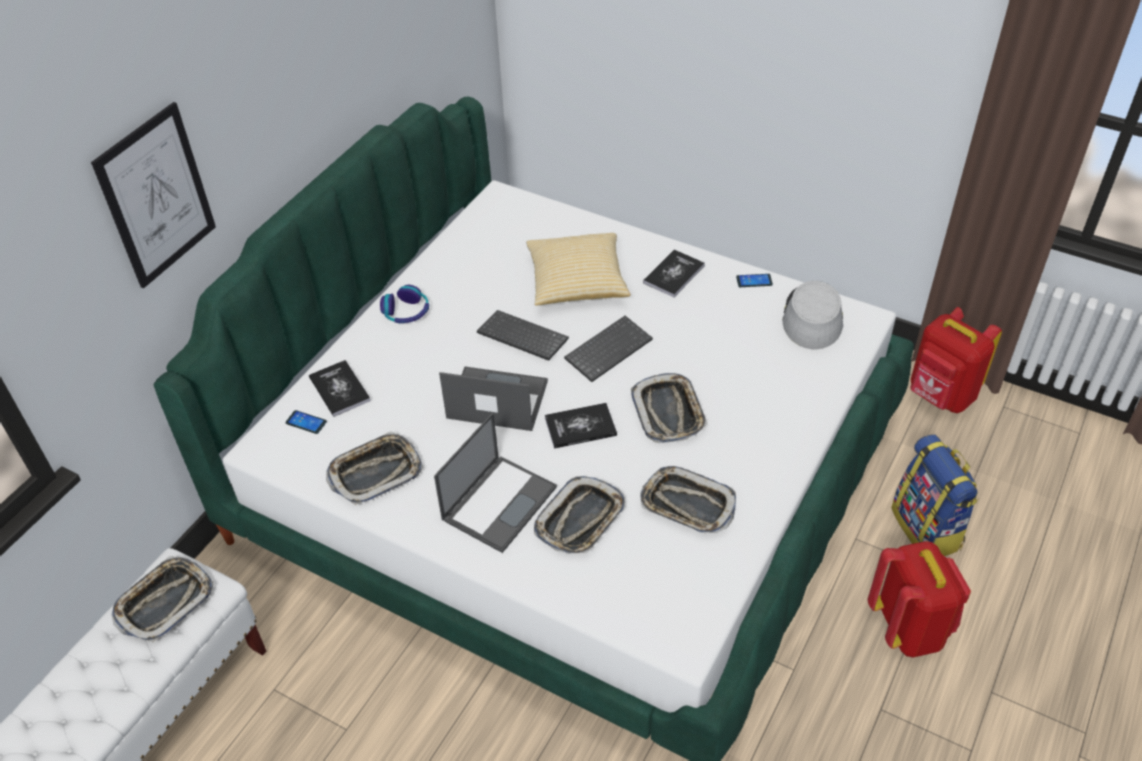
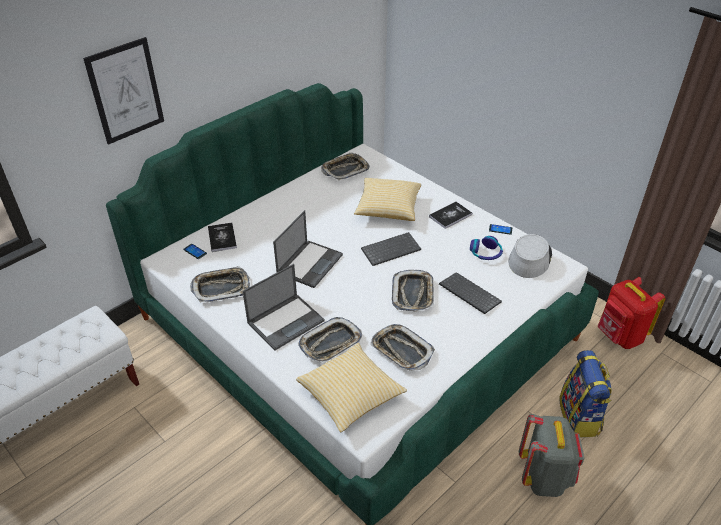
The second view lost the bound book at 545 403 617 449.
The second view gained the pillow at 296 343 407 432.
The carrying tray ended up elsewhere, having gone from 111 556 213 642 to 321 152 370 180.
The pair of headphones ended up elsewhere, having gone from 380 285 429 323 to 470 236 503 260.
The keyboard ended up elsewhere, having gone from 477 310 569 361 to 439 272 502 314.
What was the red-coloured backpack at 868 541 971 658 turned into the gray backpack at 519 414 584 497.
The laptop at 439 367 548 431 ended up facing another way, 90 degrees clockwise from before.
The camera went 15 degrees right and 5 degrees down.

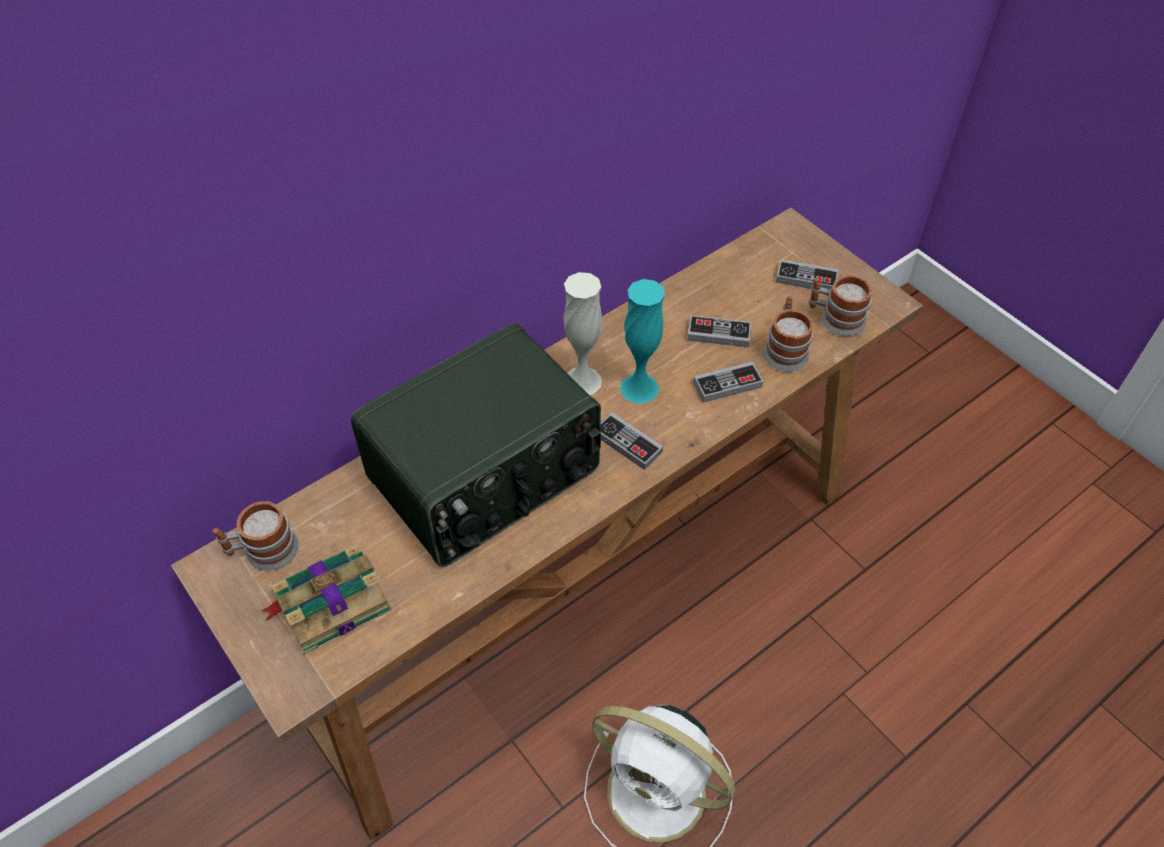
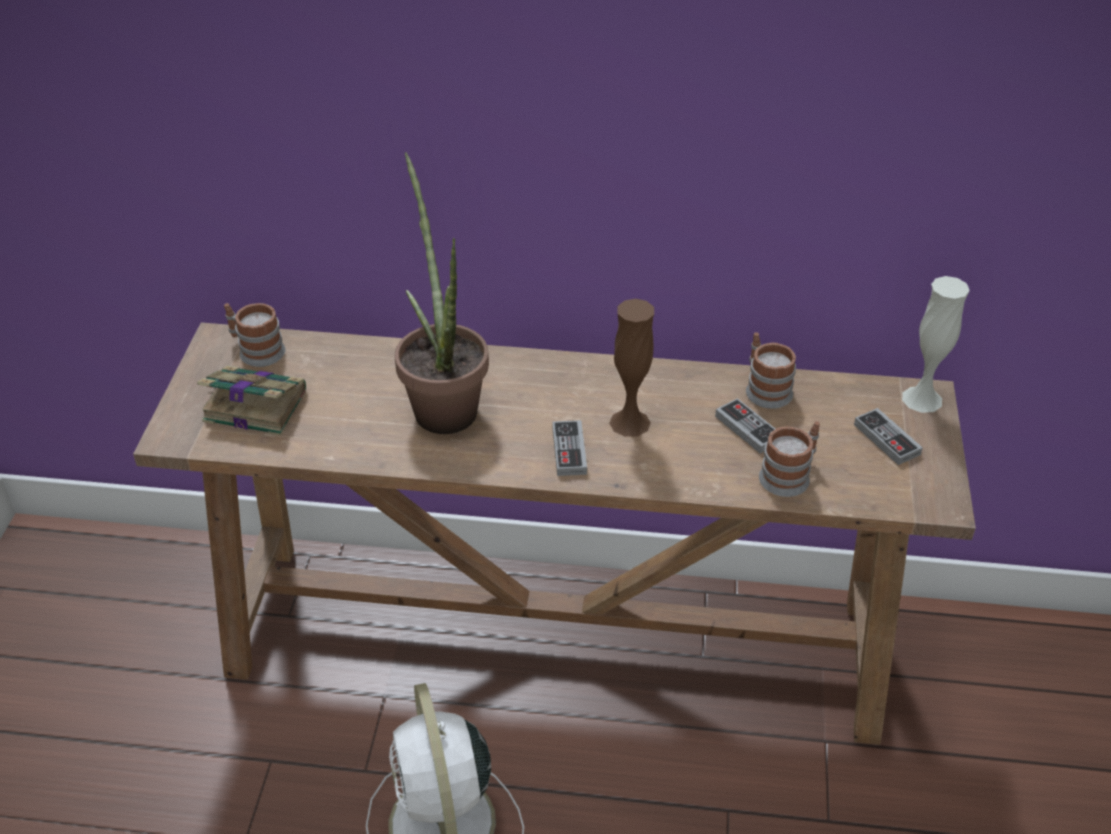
The second view lost the joypad at 693 362 763 403.
The whitish vase ended up elsewhere, having gone from 563 272 602 395 to 902 276 970 413.
The mug ended up elsewhere, having gone from 809 275 872 337 to 746 332 796 409.
Where the radio set stood at 351 323 601 567, the houseplant came to stand at 395 152 489 434.
What was the turquoise vase at 620 279 665 404 turned into the brown-coloured vase at 609 299 654 437.
The camera went 45 degrees right and 10 degrees down.

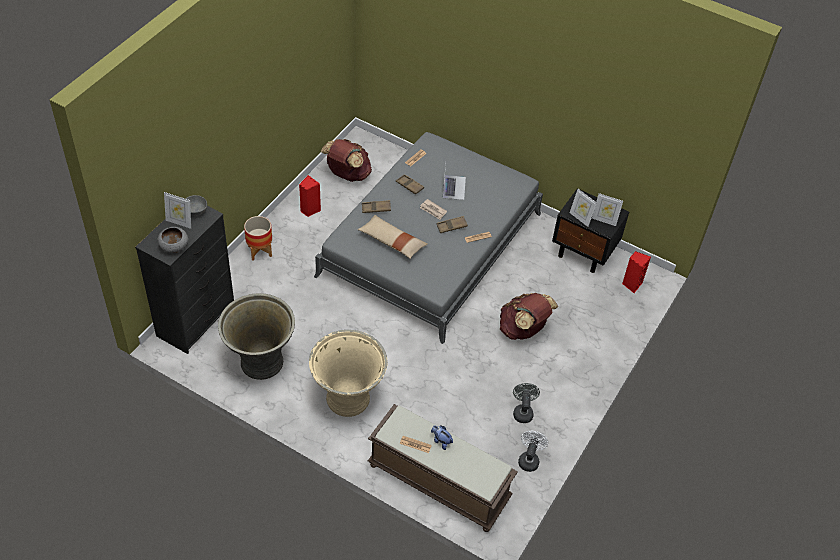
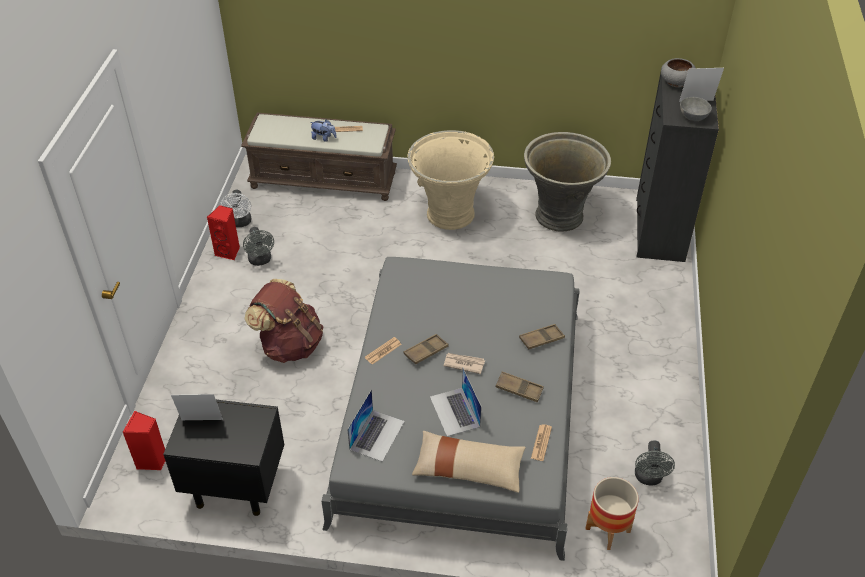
The second view lost the photo frame at 569 189 597 227.
The second view gained the laptop at 347 390 405 462.
The plant pot ended up elsewhere, having gone from 244 216 272 260 to 586 477 639 550.
The red-coloured speaker ended up elsewhere, having gone from 299 175 321 217 to 207 205 240 260.
The beige-coloured pillow ended up elsewhere, having gone from 358 215 428 259 to 412 431 526 493.
Where the brown-coloured backpack stood at 321 139 372 182, the gray fan came to stand at 635 440 675 485.
The camera went 160 degrees right and 5 degrees down.

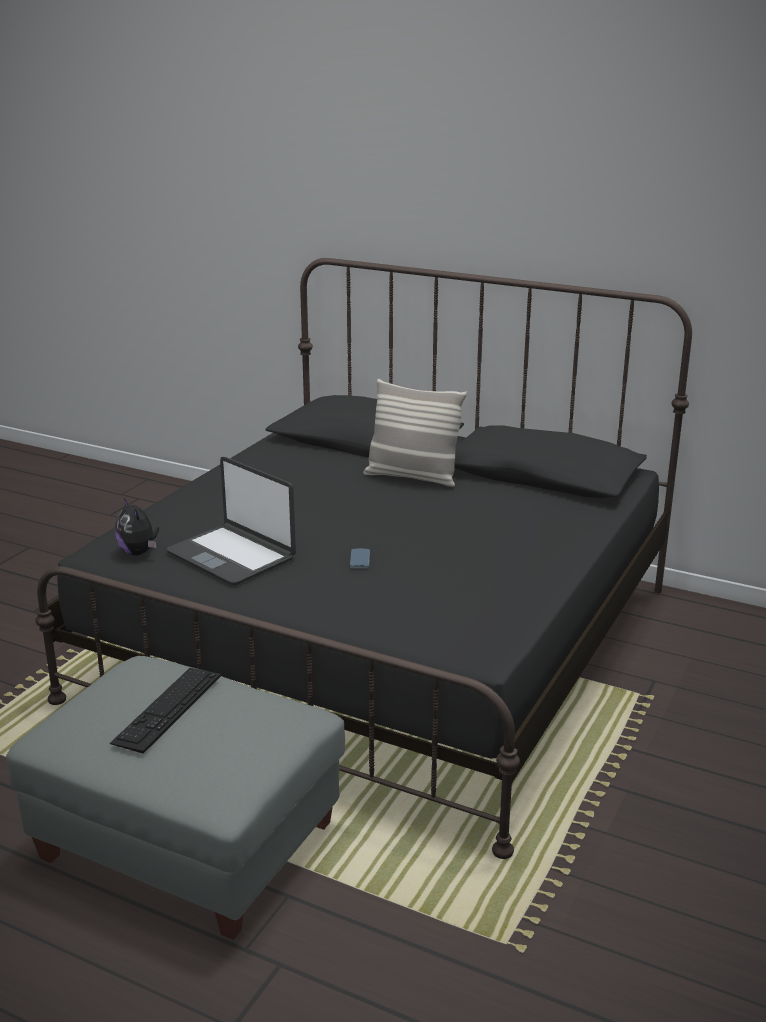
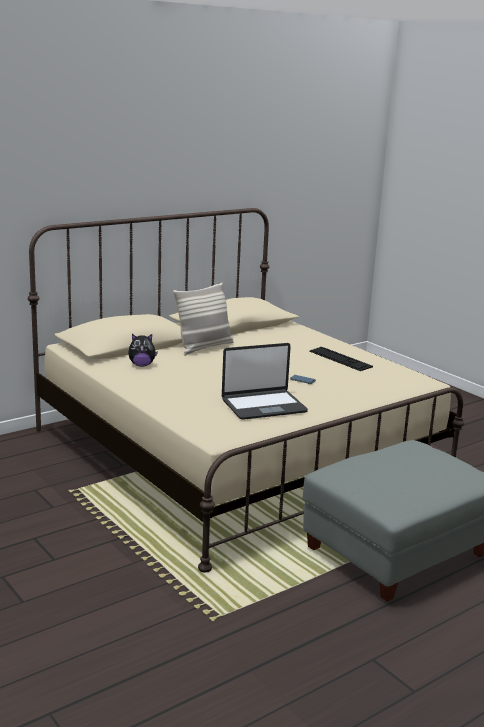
The keyboard ended up elsewhere, having gone from 110 668 221 754 to 309 347 373 371.
The soft toy ended up elsewhere, having gone from 115 498 159 556 to 128 334 158 366.
What was the black sleeping bed at 35 258 692 859 turned into the beige-coloured sleeping bed at 28 208 464 572.
The camera went 65 degrees left and 5 degrees down.

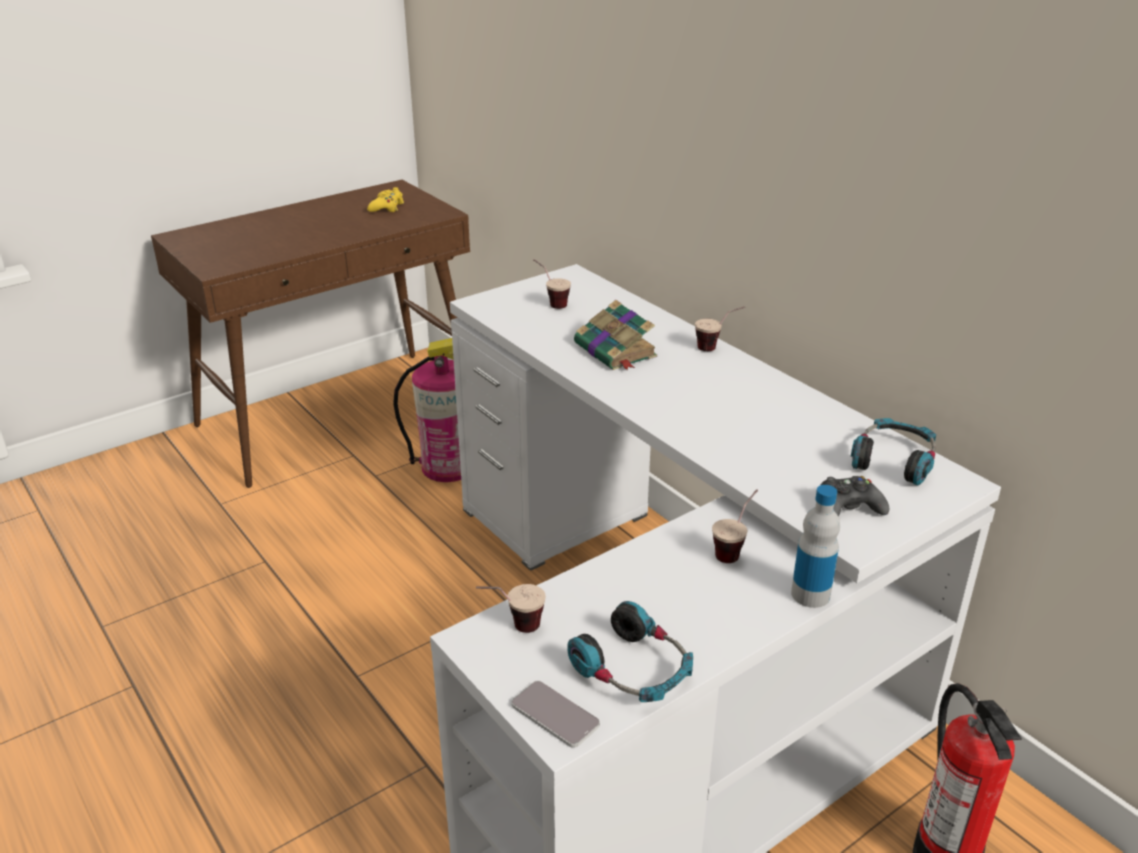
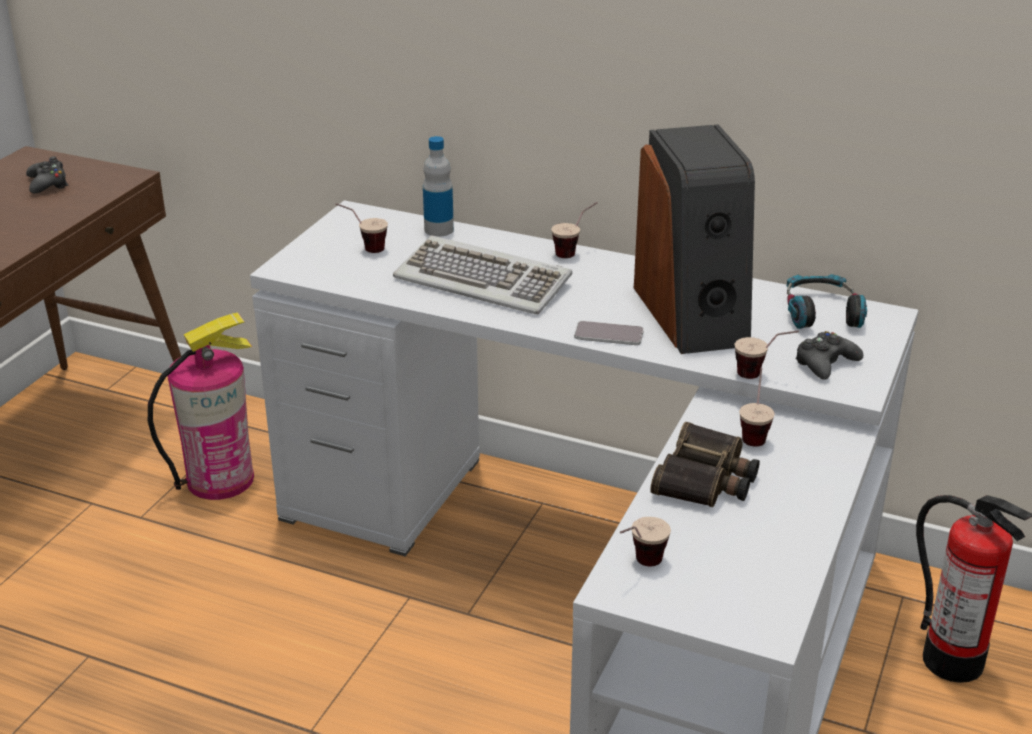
The second view lost the pair of headphones at 567 601 693 702.
The second view gained the speaker at 634 124 755 354.
The second view gained the field glasses at 650 422 760 507.
The second view gained the cup at 734 330 799 379.
The telephone ended up elsewhere, having gone from 511 681 600 748 to 574 321 644 345.
The bottle ended up elsewhere, having gone from 791 485 840 608 to 423 136 454 237.
Where the bound book stood at 574 300 657 370, the keyboard came to stand at 393 235 573 314.
What was the yellowish joypad at 367 187 404 212 turned into the black joypad at 26 156 68 194.
The camera went 30 degrees left and 0 degrees up.

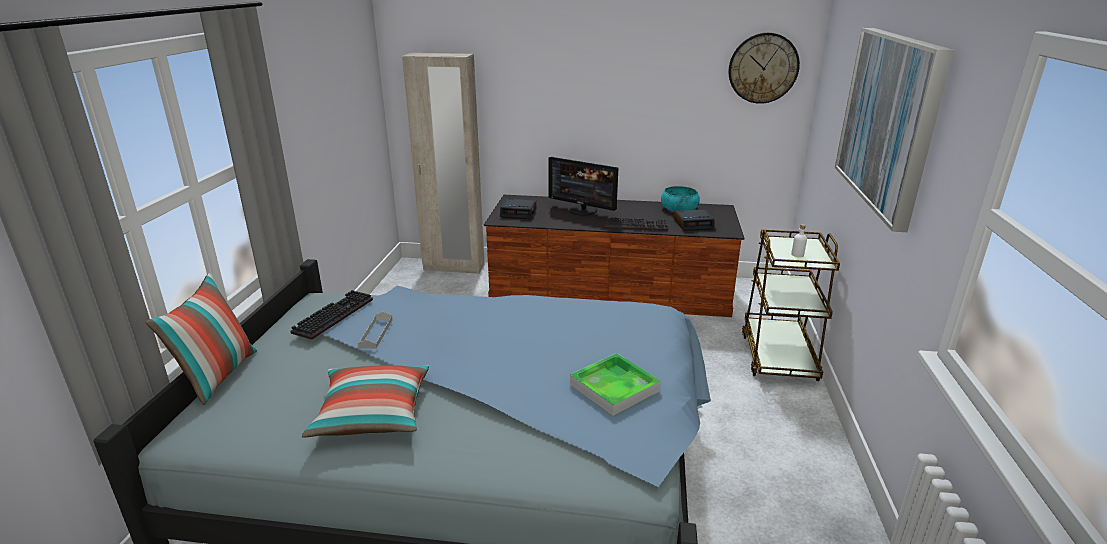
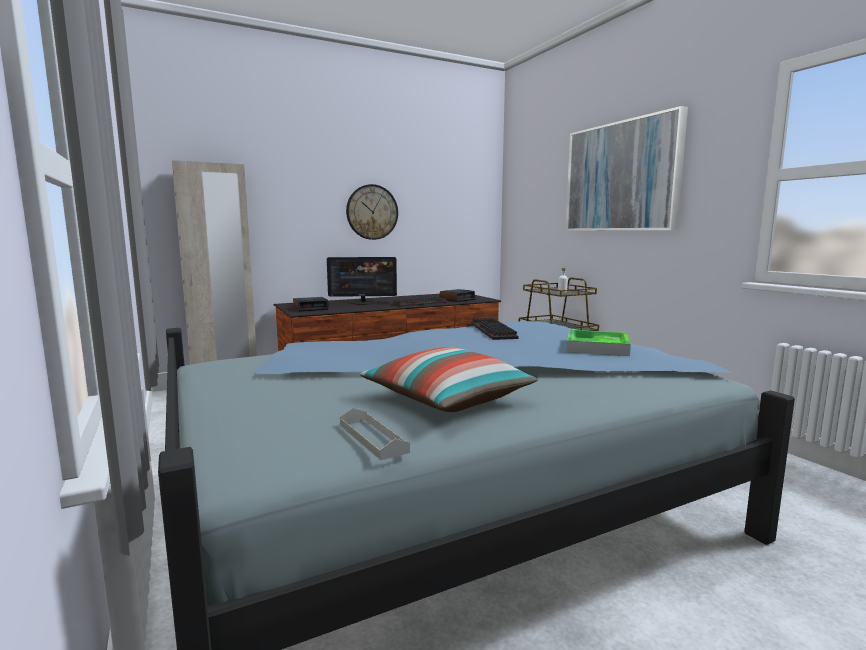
The second view lost the pillow at 145 273 257 405.
The second view lost the turquoise deep dish at 661 186 700 212.
The keyboard ended up elsewhere, having gone from 290 290 373 340 to 471 318 519 340.
The gray carrying tray ended up elsewhere, having gone from 358 312 393 349 to 340 408 410 460.
The wall clock ended up elsewhere, having gone from 729 33 800 104 to 346 184 398 240.
The camera went 35 degrees left and 15 degrees down.

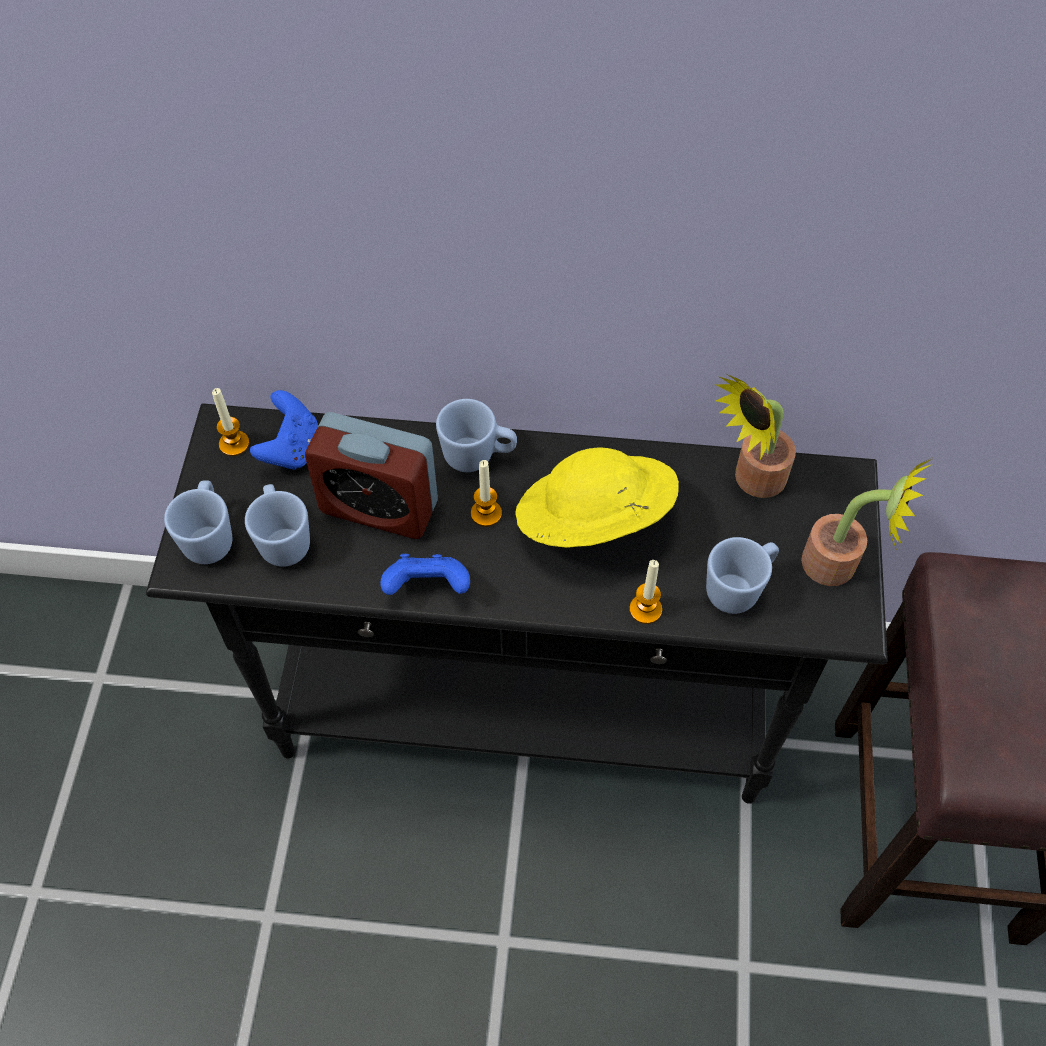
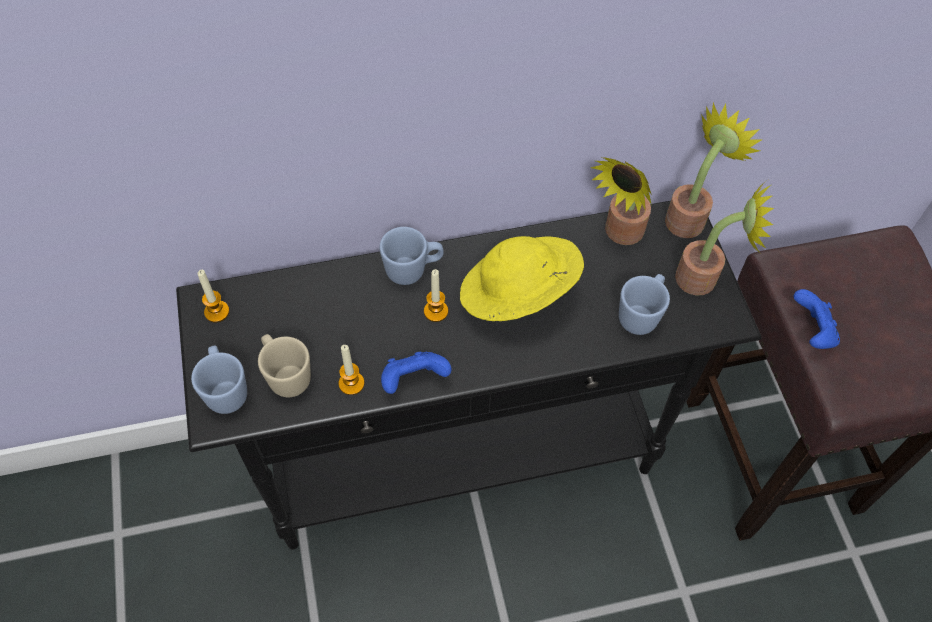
The second view lost the table clock at 305 412 438 539.
The second view gained the houseplant at 665 102 761 238.
The blue-coloured joypad ended up elsewhere, having gone from 250 390 318 470 to 794 289 840 349.
The wax light ended up elsewhere, having gone from 629 560 662 624 to 339 345 365 395.
What was the blue-coloured mug at 245 484 310 567 turned into the beige-coloured mug at 258 334 311 397.
The camera went 20 degrees left and 0 degrees up.

